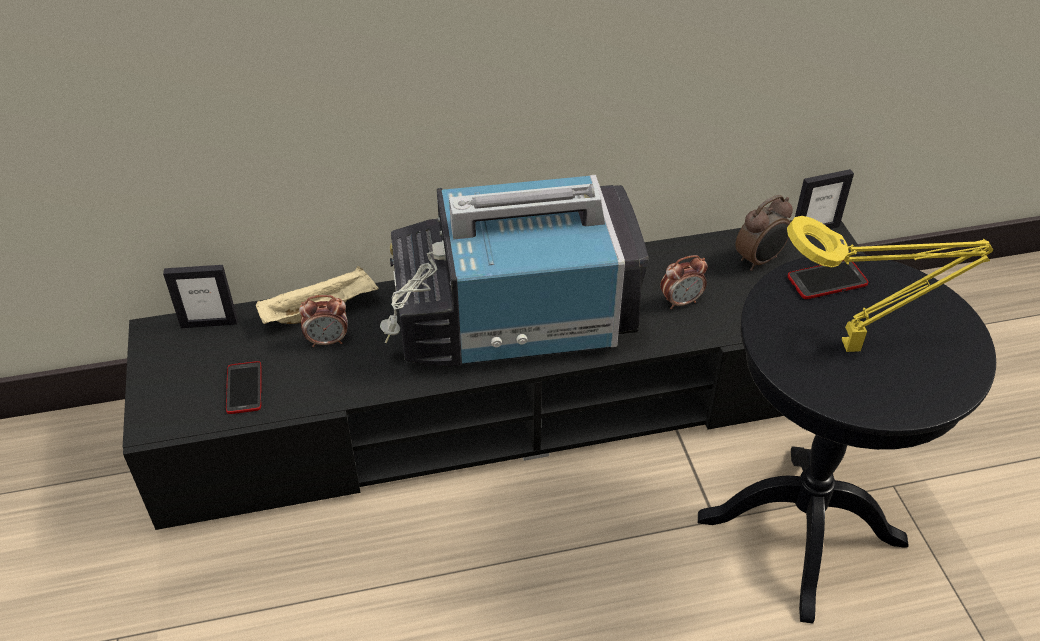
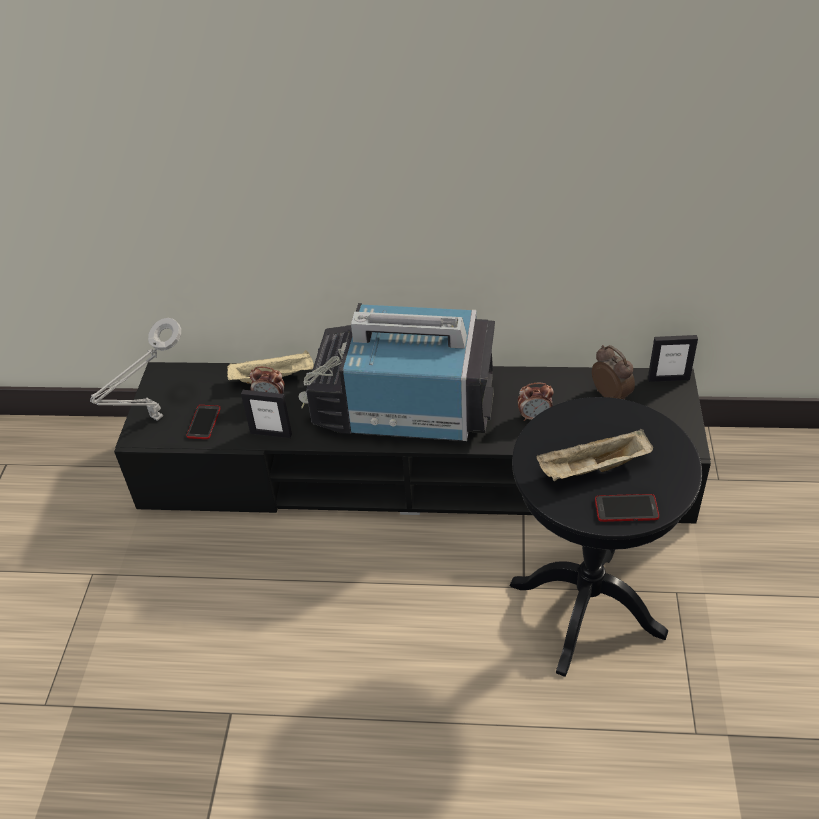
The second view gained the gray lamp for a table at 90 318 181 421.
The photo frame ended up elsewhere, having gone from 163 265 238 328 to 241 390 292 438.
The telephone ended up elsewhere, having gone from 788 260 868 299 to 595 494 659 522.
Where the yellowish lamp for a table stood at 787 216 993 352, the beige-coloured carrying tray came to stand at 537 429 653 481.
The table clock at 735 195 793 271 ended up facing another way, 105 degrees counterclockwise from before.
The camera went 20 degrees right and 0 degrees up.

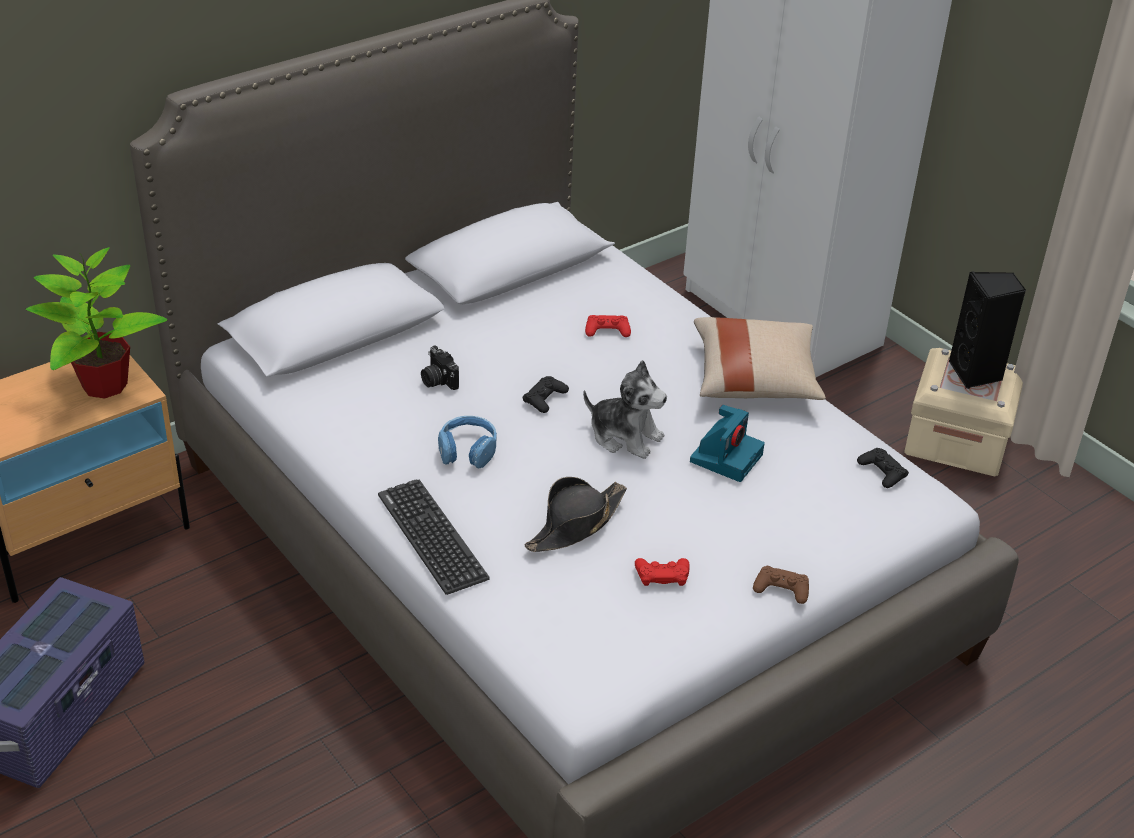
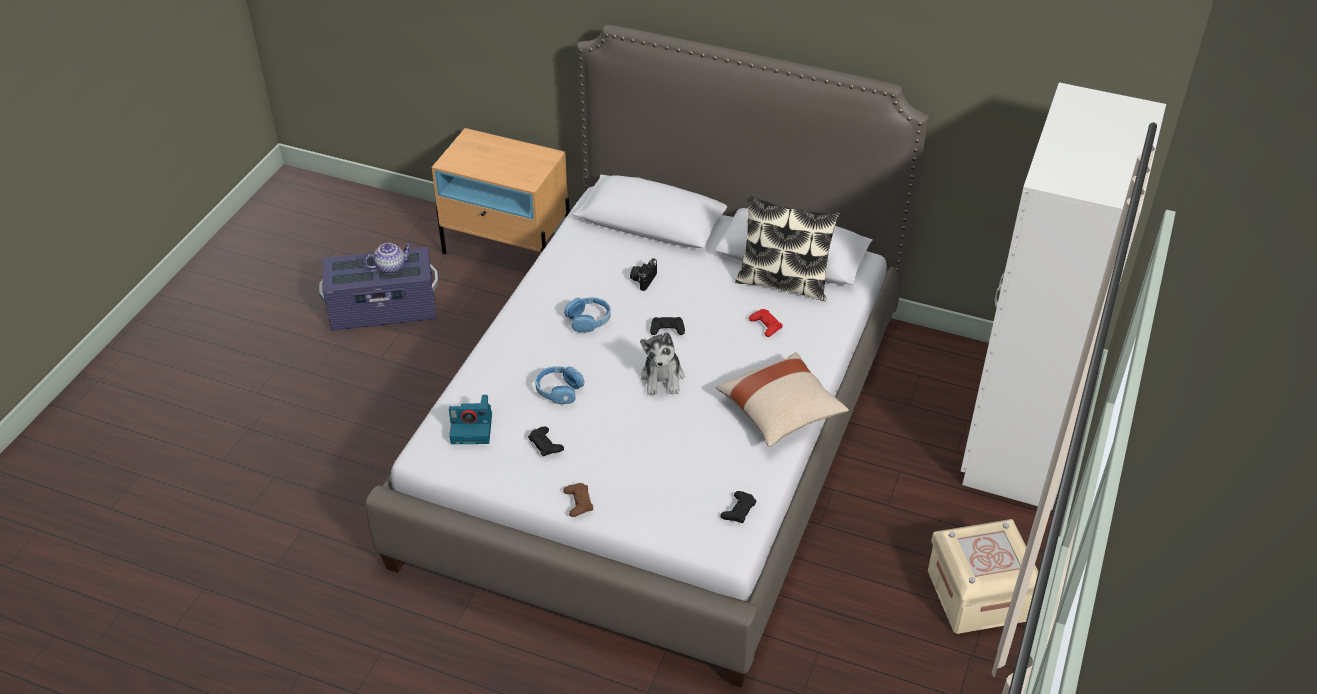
The second view lost the houseplant at 26 247 167 399.
The second view lost the keyboard at 378 479 490 595.
The second view lost the black speaker at 949 271 1026 389.
The second view gained the tea pot at 365 243 412 274.
The second view gained the pillow at 735 195 840 301.
The photo camera ended up elsewhere, having gone from 690 405 765 482 to 449 395 492 444.
Where the black hat stood at 524 477 627 552, the blue-coloured pair of headphones came to stand at 535 366 585 404.
What was the red-coloured joypad at 635 558 690 586 turned into the black joypad at 528 426 564 457.
The camera went 60 degrees right and 5 degrees up.

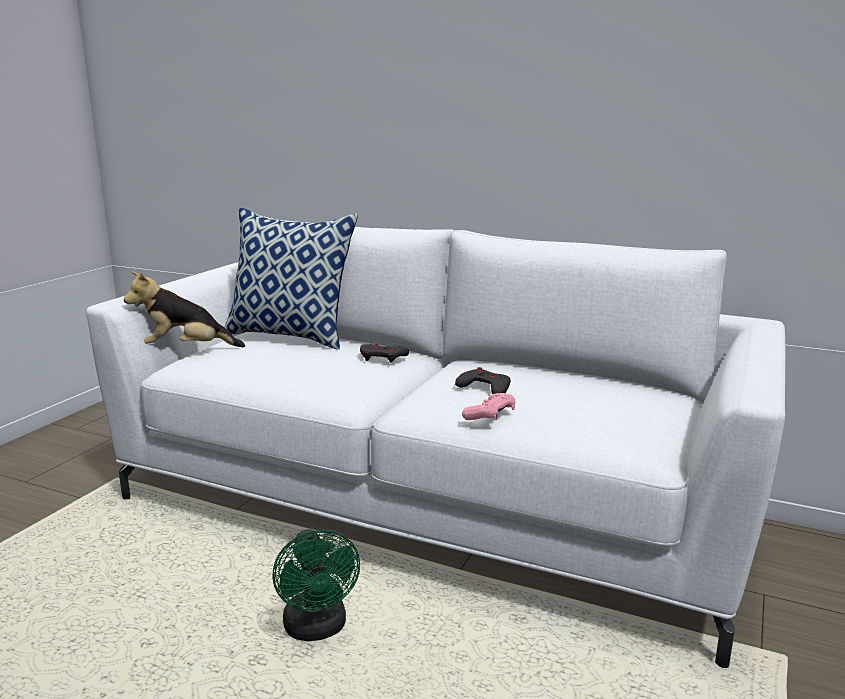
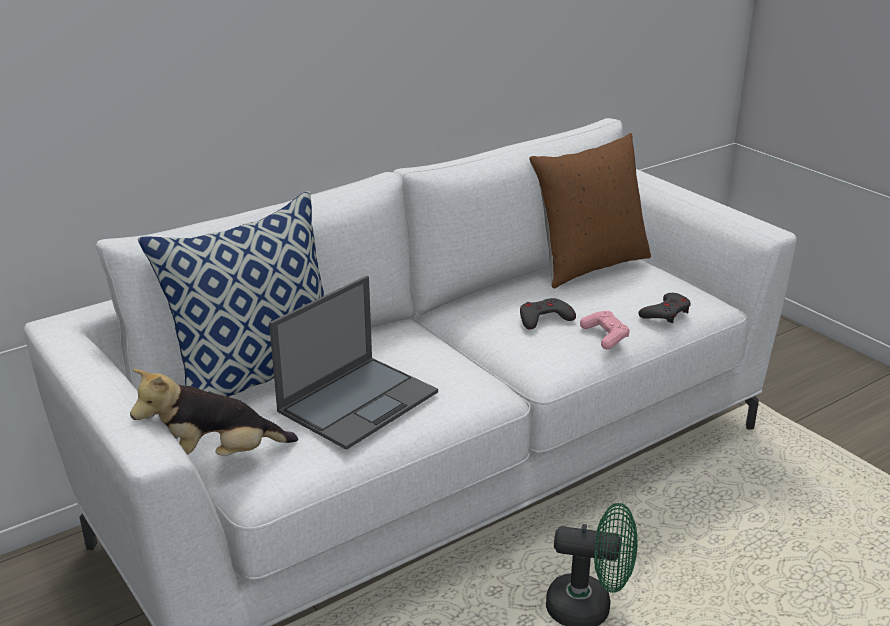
The second view gained the laptop at 269 276 438 450.
The second view gained the brown-coloured pillow at 529 133 651 288.
The gray joypad ended up elsewhere, having gone from 360 344 409 363 to 638 293 691 323.
The soft toy at 124 271 245 348 ended up facing another way, 45 degrees clockwise from before.
The camera went 60 degrees left and 10 degrees up.

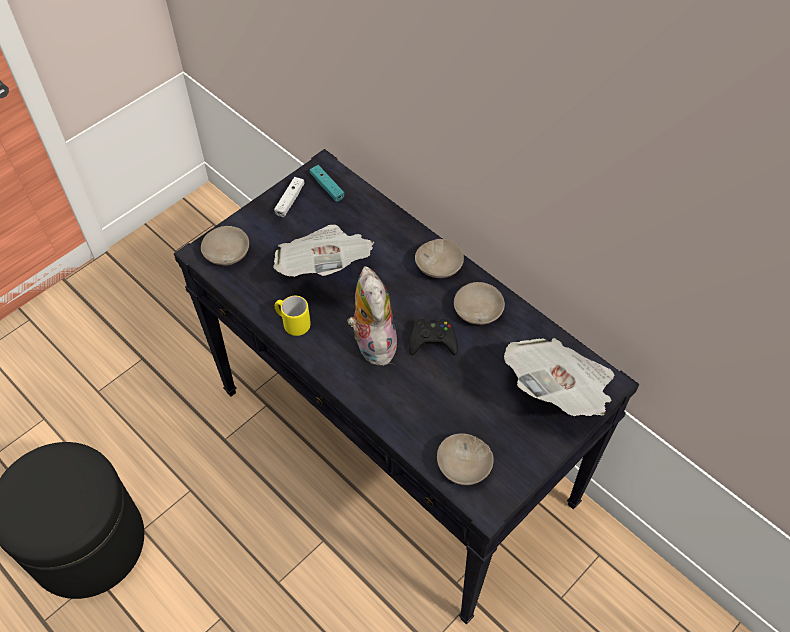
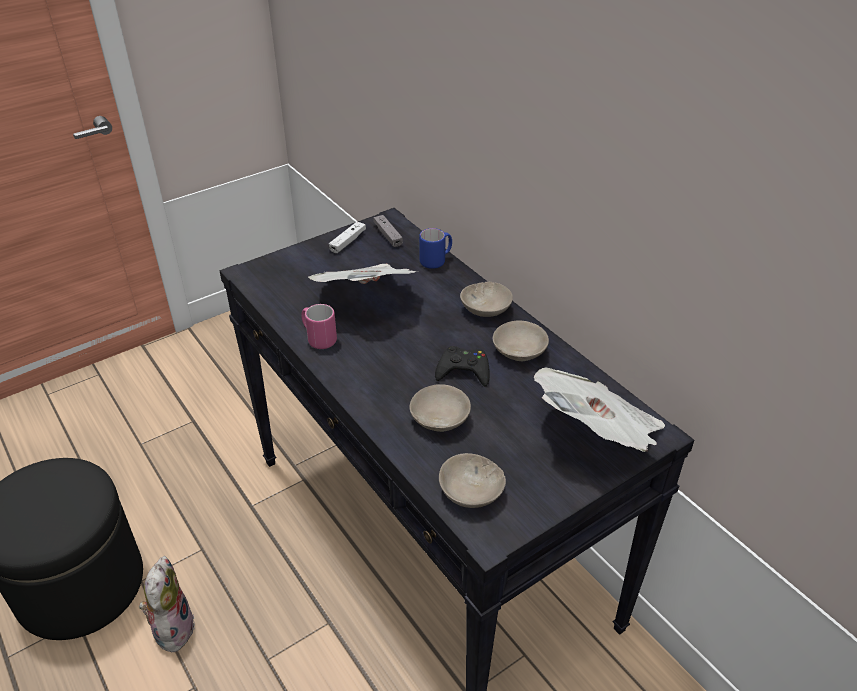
The second view gained the blue-coloured mug at 419 228 452 269.
The beige-coloured deep dish ended up elsewhere, having gone from 201 226 249 266 to 409 384 471 432.
The soft toy ended up elsewhere, having gone from 348 266 397 366 to 139 556 195 654.
What was the yellowish mug at 275 296 311 336 turned into the pink mug at 301 304 337 349.
What was the turquoise joypad at 310 165 344 202 turned into the gray joypad at 374 215 403 247.
The camera went 10 degrees right and 15 degrees down.

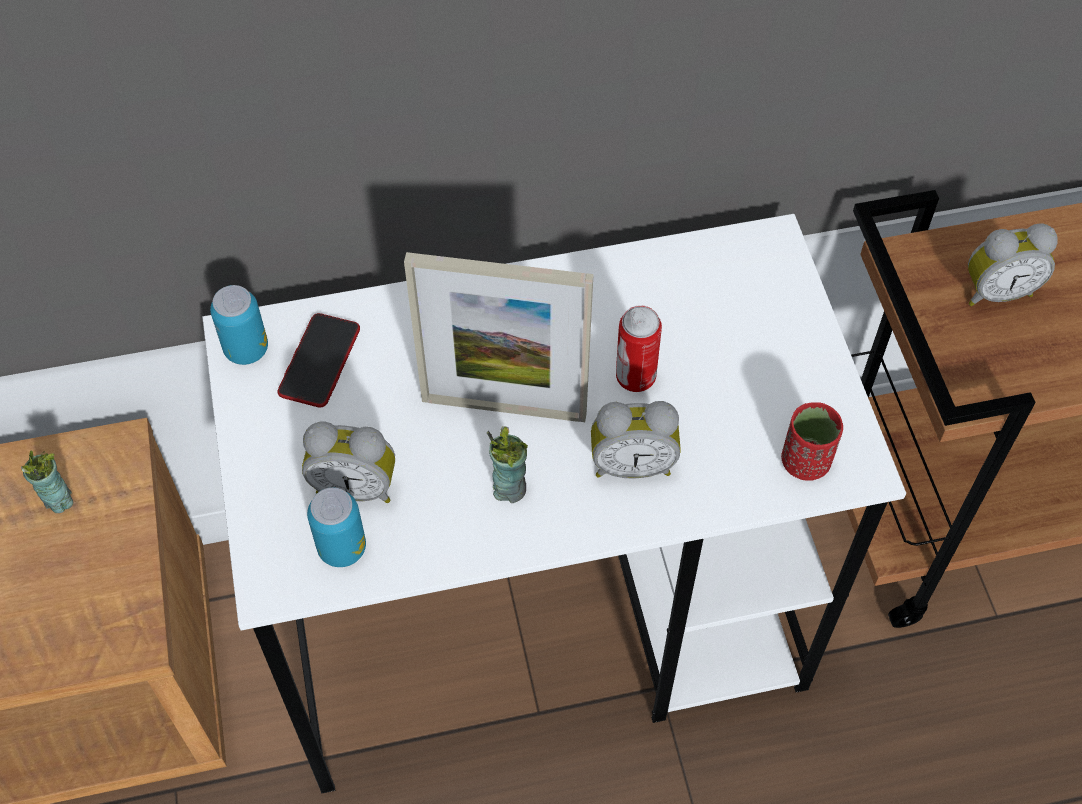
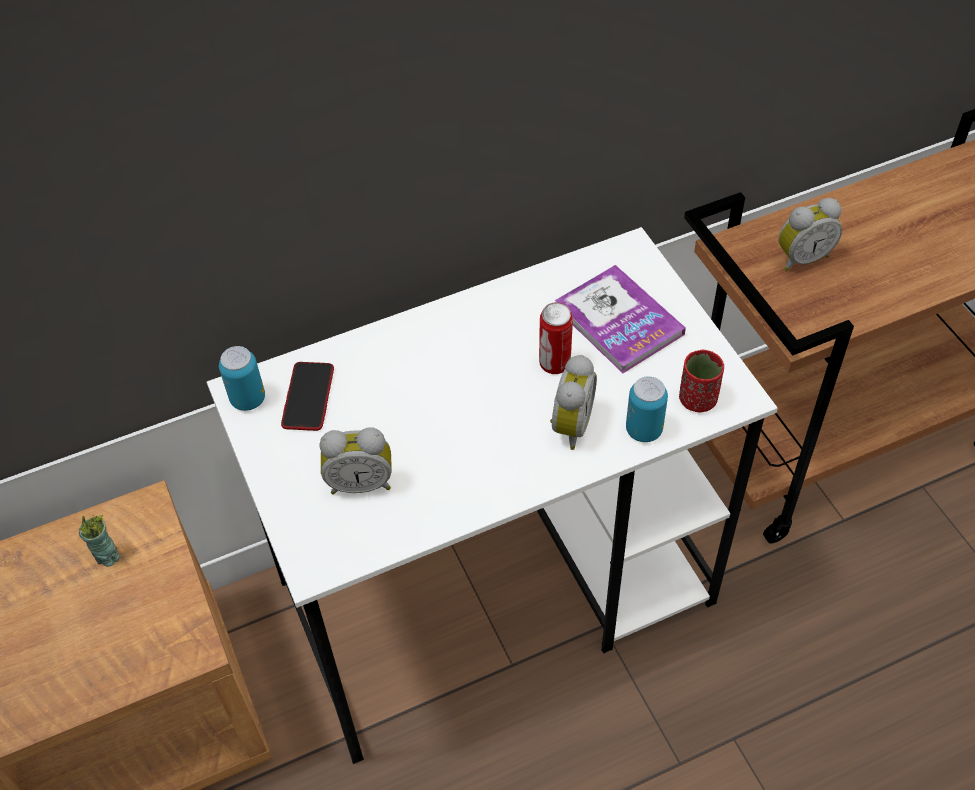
The second view lost the photo frame at 404 252 594 422.
The second view lost the cup at 487 426 528 503.
The second view gained the bound book at 554 265 686 373.
The can ended up elsewhere, having gone from 307 487 366 567 to 626 376 668 442.
The table clock at 591 401 681 479 ended up facing another way, 60 degrees counterclockwise from before.
The camera went 10 degrees left and 5 degrees down.

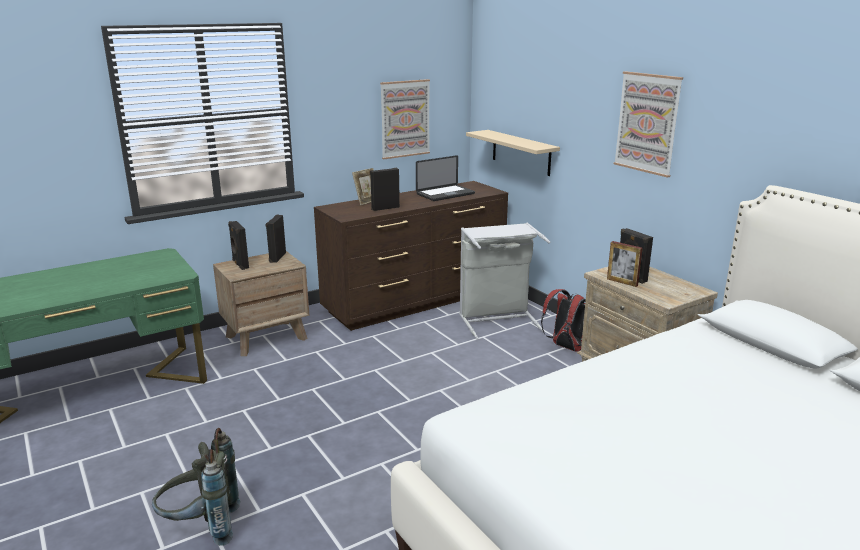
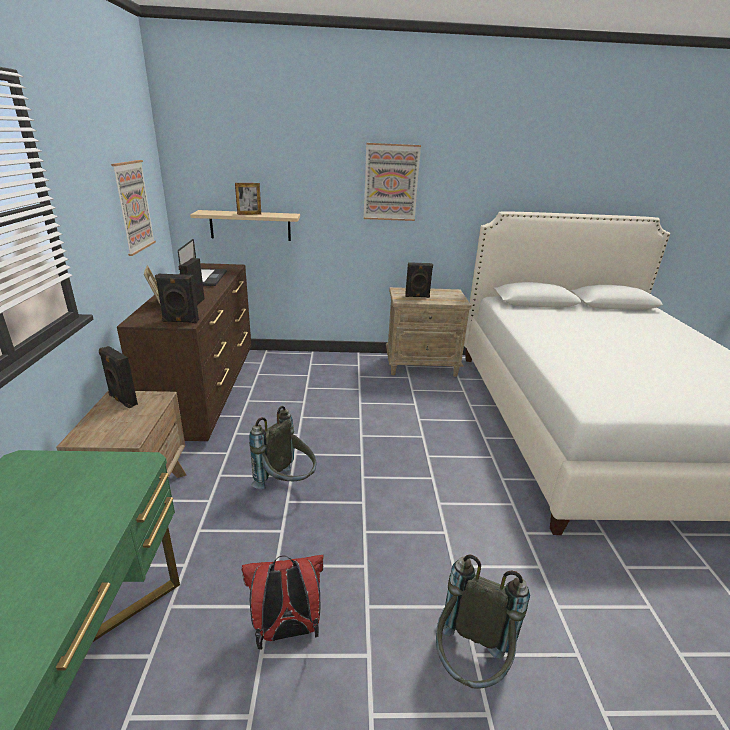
The second view lost the gray hamper at 459 223 551 340.
The second view gained the gray backpack at 249 406 316 489.
The black speaker ended up elsewhere, having gone from 228 221 249 270 to 155 274 199 323.
The red-coloured backpack ended up elsewhere, having gone from 541 289 586 351 to 241 555 323 650.
The photo frame ended up elsewhere, having gone from 607 241 643 287 to 235 183 261 215.
The camera went 60 degrees left and 5 degrees up.

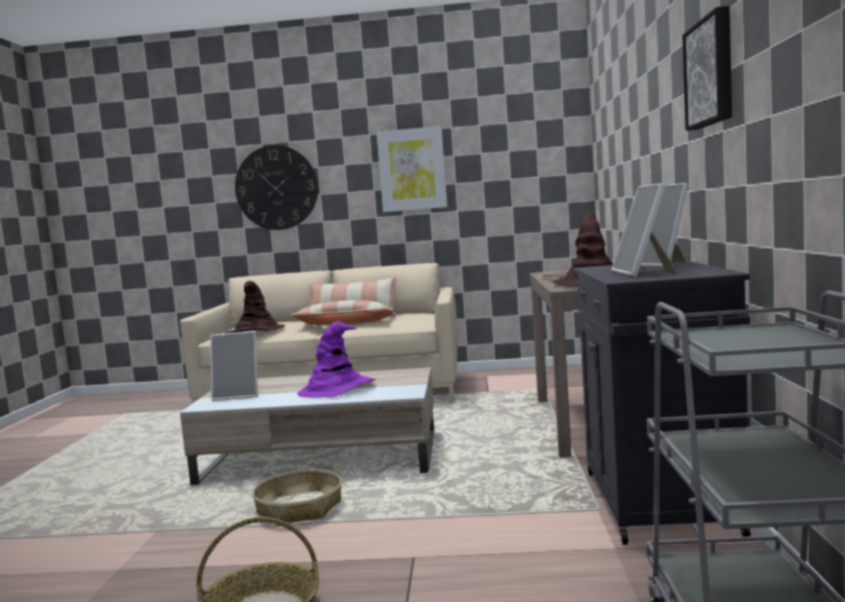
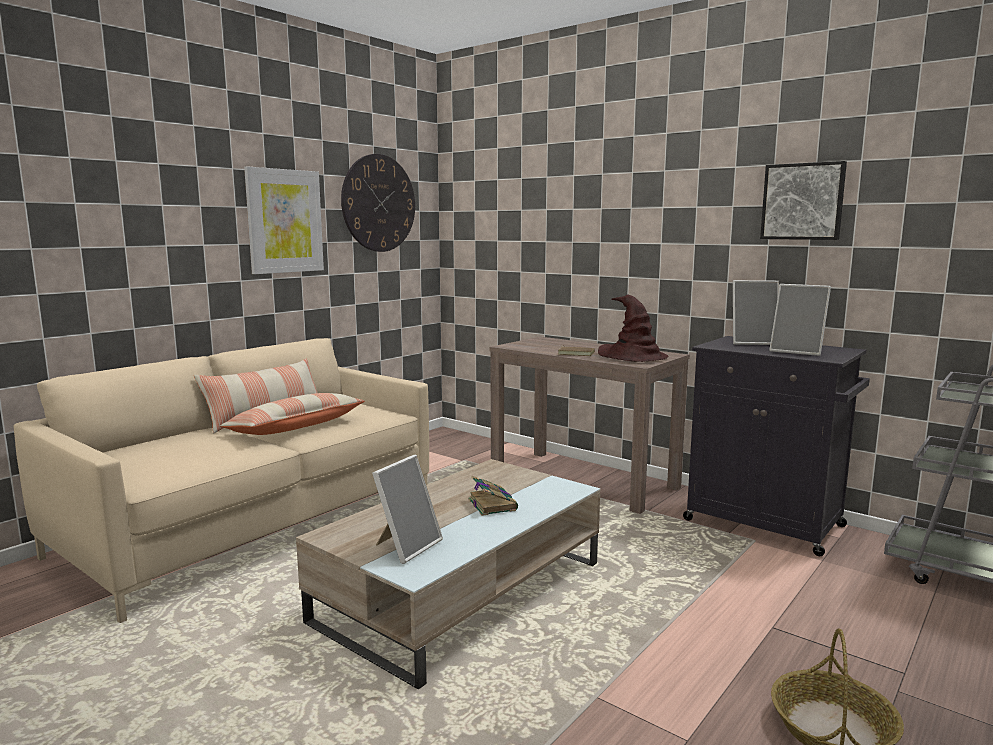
The second view lost the brown-coloured hat at 224 281 285 333.
The second view lost the household basket at 252 469 342 526.
The wall clock ended up elsewhere, having gone from 235 145 318 230 to 341 154 415 252.
Where the purple-coloured hat stood at 297 321 375 397, the bound book came to stand at 468 476 518 516.
The camera went 55 degrees left and 5 degrees up.

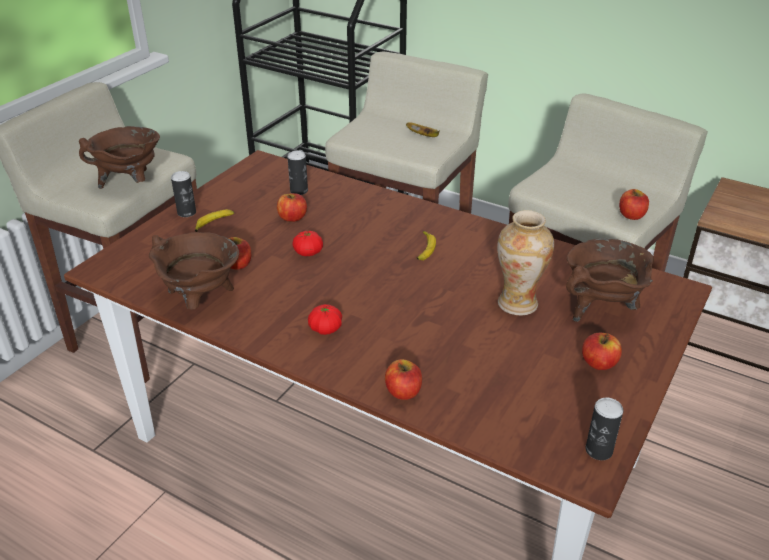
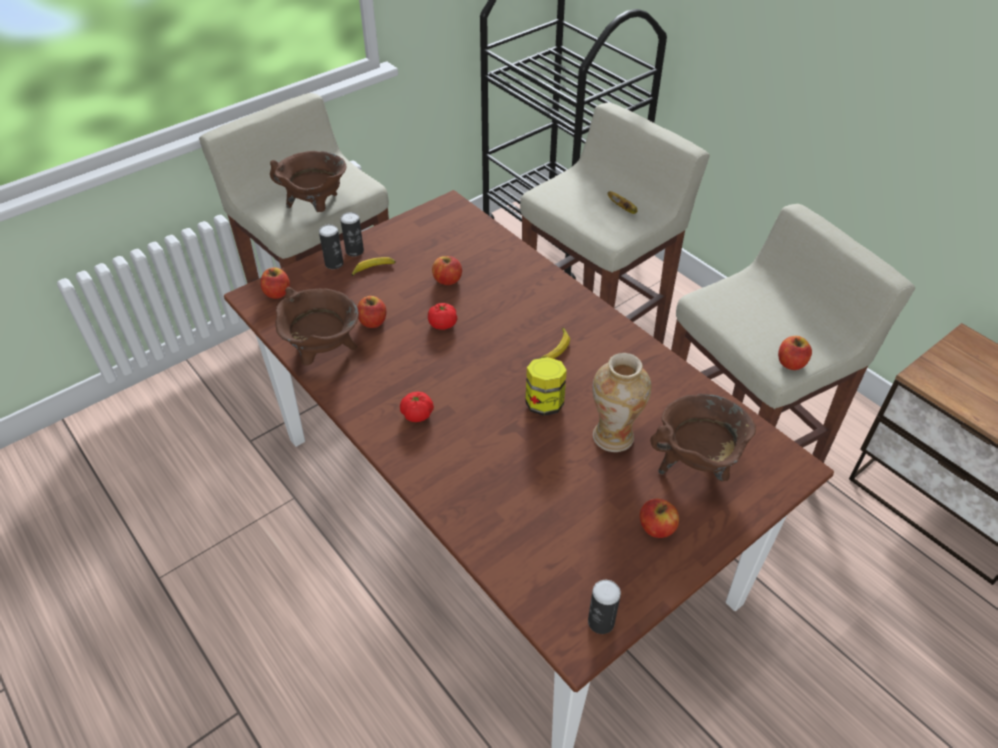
The second view gained the storage jar at 525 357 567 416.
The can ended up elsewhere, having gone from 287 151 308 195 to 319 224 344 269.
The whole apple ended up elsewhere, having gone from 385 359 422 400 to 260 267 290 299.
The camera went 20 degrees right and 10 degrees up.

